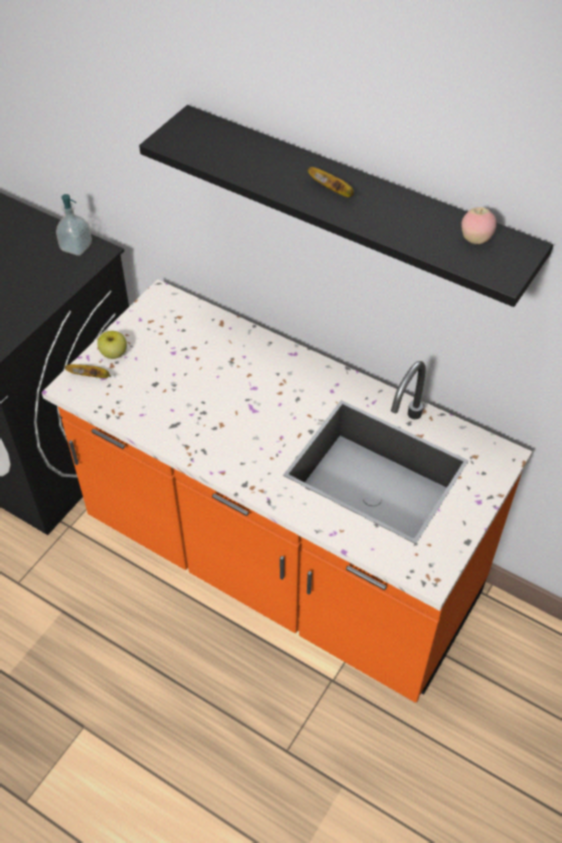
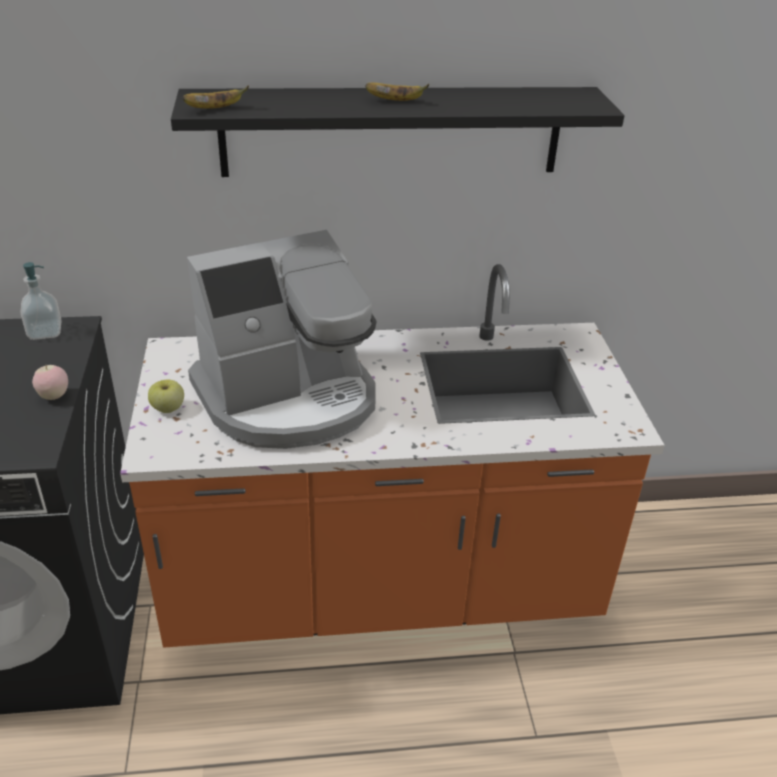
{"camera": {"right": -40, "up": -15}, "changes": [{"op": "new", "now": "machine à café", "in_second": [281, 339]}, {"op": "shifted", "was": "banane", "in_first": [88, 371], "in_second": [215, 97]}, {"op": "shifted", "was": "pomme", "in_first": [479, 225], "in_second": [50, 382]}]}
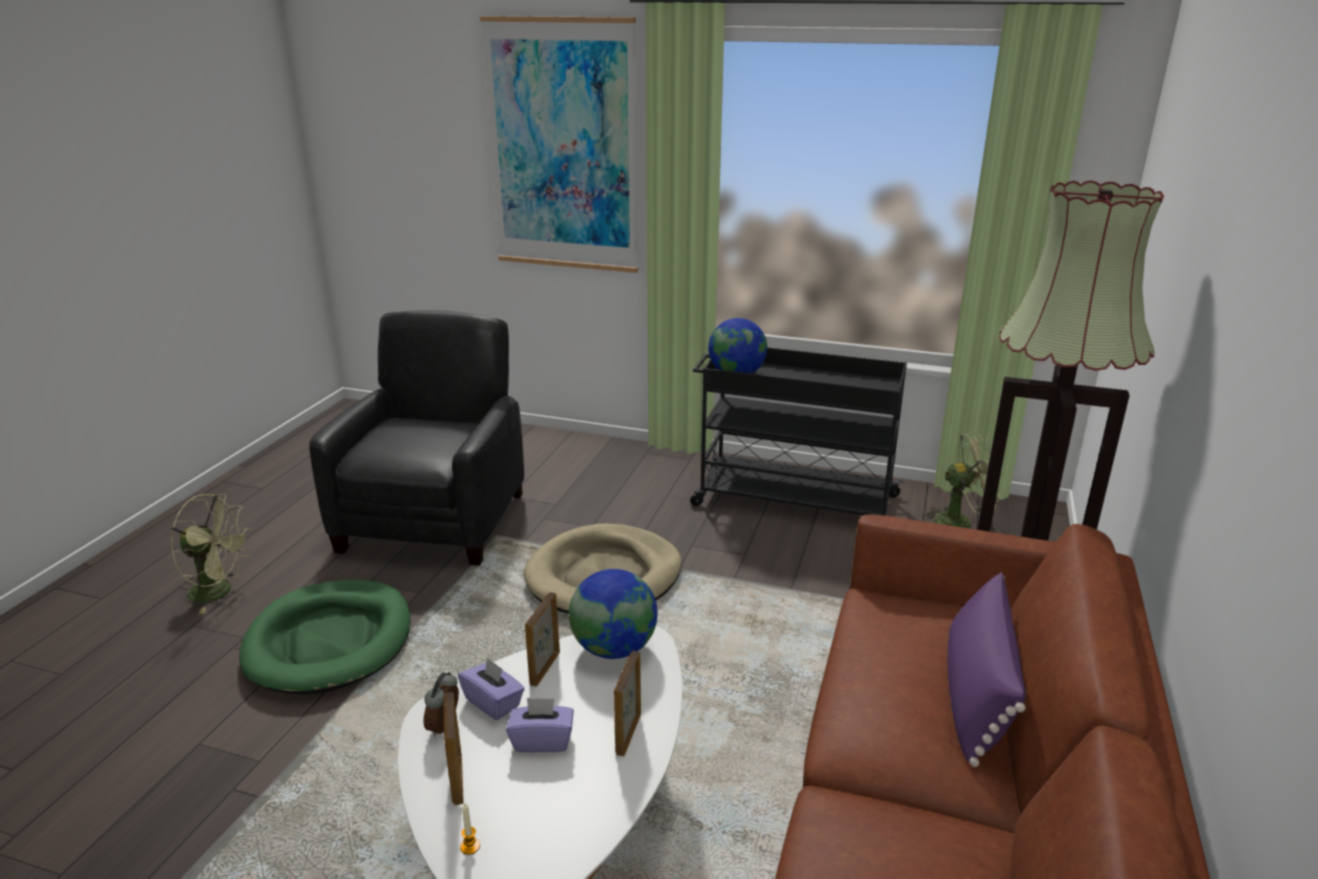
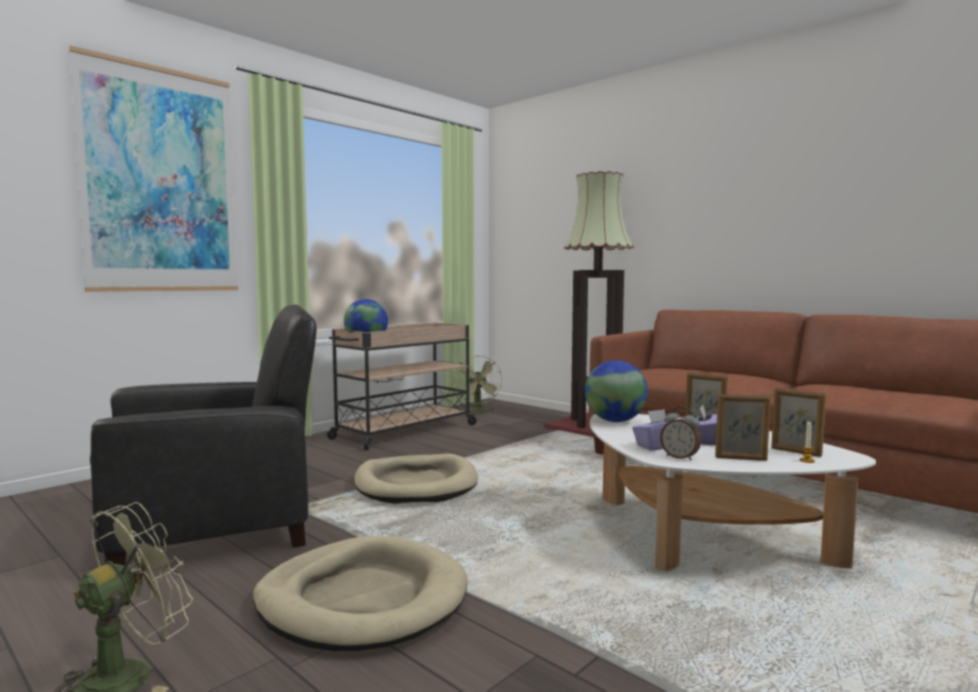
{"camera": {"right": -65, "up": -20}, "changes": [{"op": "gone", "was": "coussin (violet)", "in_first": [987, 669]}, {"op": "shifted", "was": "cadre photo", "in_first": [542, 639], "in_second": [798, 422]}, {"op": "repainted", "was": "panier pour chien (vert)", "now": "panier pour chien (beige)", "in_first": [325, 637], "in_second": [360, 593]}, {"op": "repainted", "was": "chariot (noir)", "now": "chariot (beige)", "in_first": [798, 431], "in_second": [402, 386]}, {"op": "rotated", "was": "fauteuil (noir)", "in_first": [416, 438], "in_second": [203, 435], "clockwise": 120}, {"op": "rotated", "was": "ventilateur (vert)", "in_first": [961, 480], "in_second": [478, 384], "clockwise": 150}]}
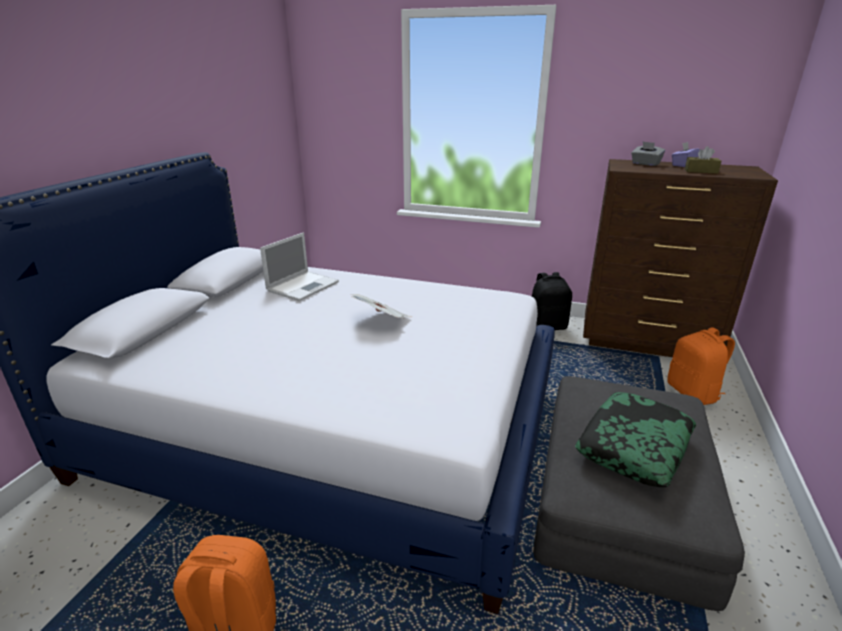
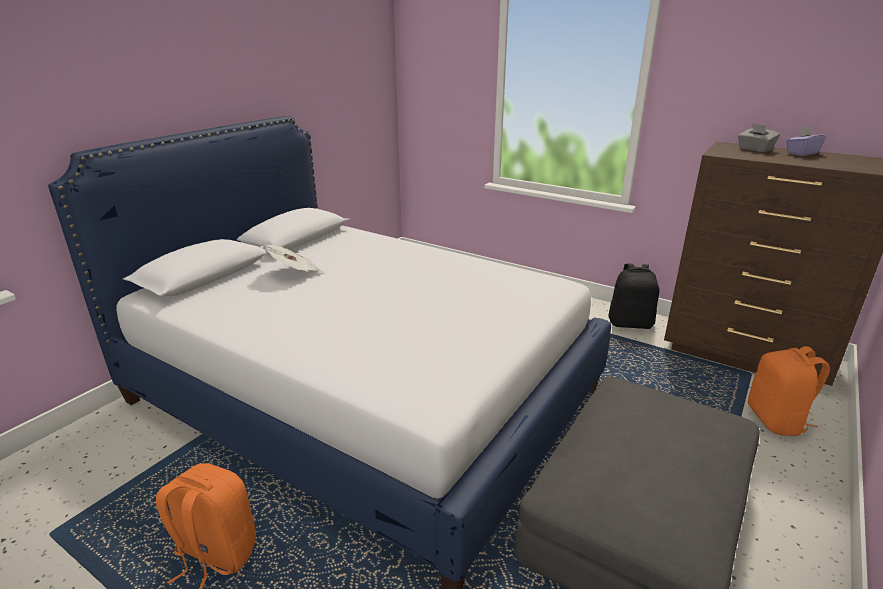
{"camera": {"right": 15, "up": 0}, "changes": [{"op": "gone", "was": "ordinateur portable", "in_first": [299, 266]}, {"op": "gone", "was": "coussin", "in_first": [635, 439]}, {"op": "gone", "was": "boîte à mouchoirs (marron)", "in_first": [703, 160]}, {"op": "shifted", "was": "journal", "in_first": [381, 306], "in_second": [292, 258]}]}
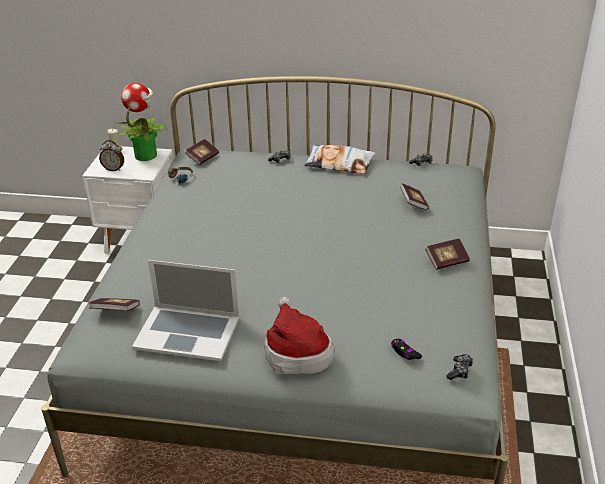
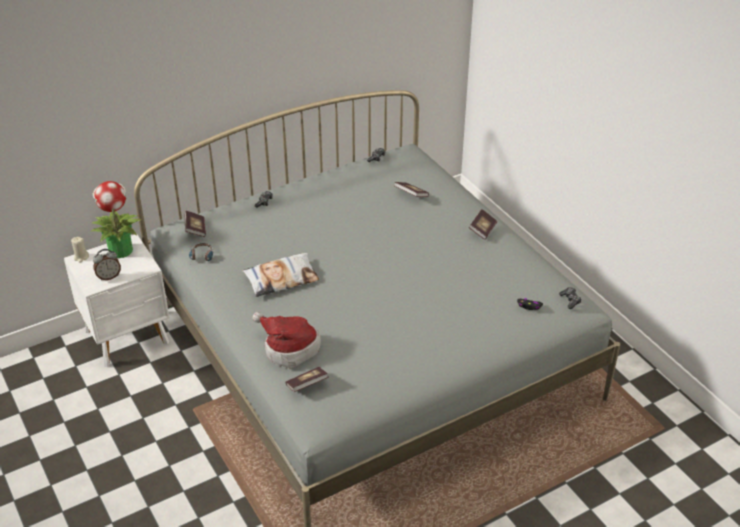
{"camera": {"right": -40, "up": 5}, "changes": [{"op": "gone", "was": "ordinateur portable", "in_first": [185, 310]}, {"op": "shifted", "was": "chapeau", "in_first": [299, 335], "in_second": [287, 340]}, {"op": "shifted", "was": "coussin", "in_first": [339, 159], "in_second": [281, 275]}]}
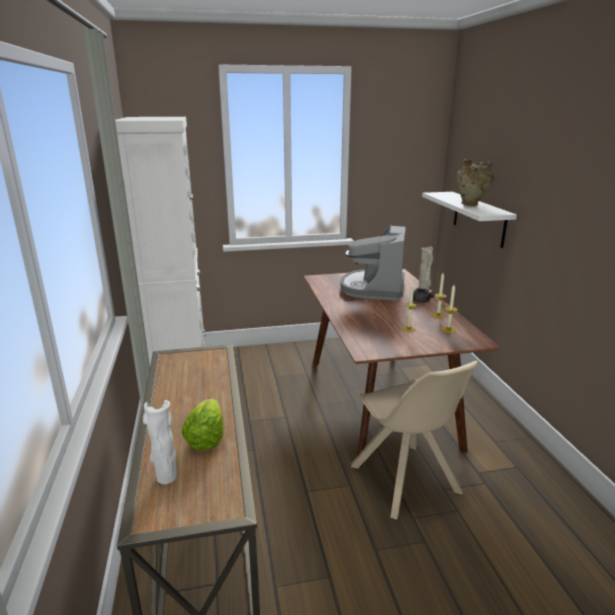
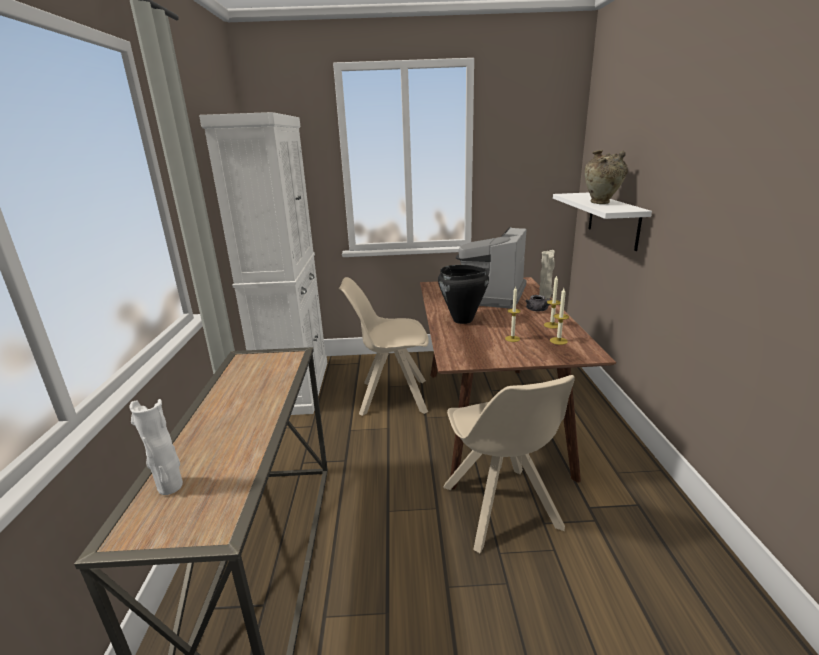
{"camera": {"right": 10, "up": 0}, "changes": [{"op": "gone", "was": "laitue", "in_first": [203, 424]}, {"op": "new", "now": "chaise (beige)", "in_second": [384, 346]}, {"op": "new", "now": "marmite (noir)", "in_second": [463, 294]}]}
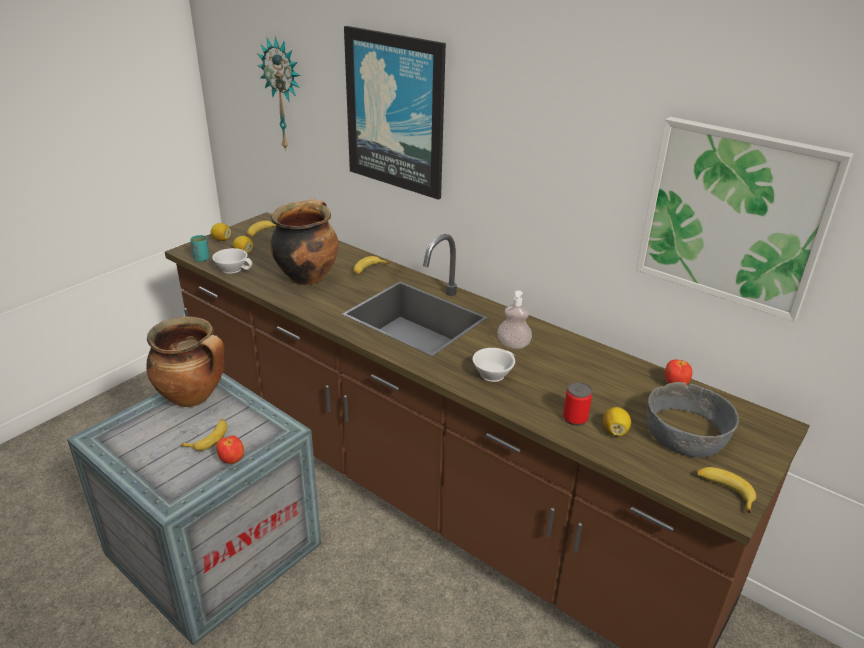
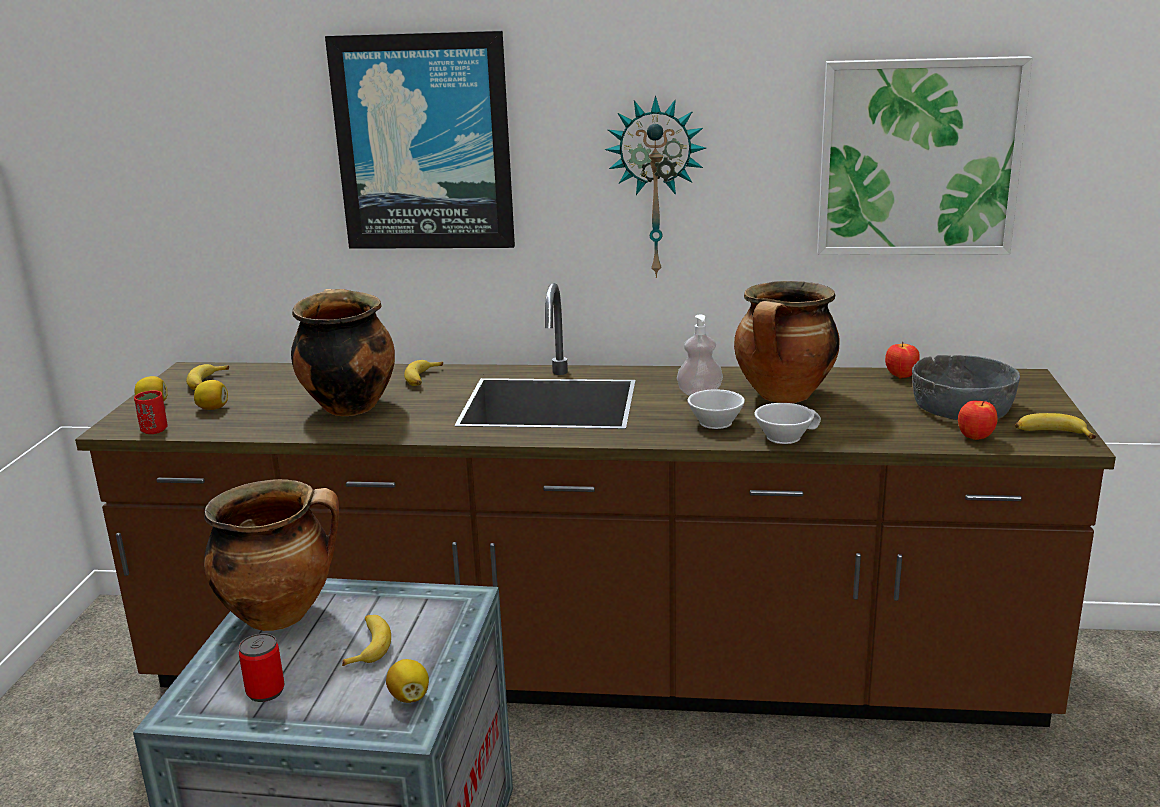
{"camera": {"right": -30, "up": -10}, "changes": [{"op": "new", "now": "marmite", "in_second": [786, 342]}, {"op": "shifted", "was": "tasse (blanc)", "in_first": [232, 261], "in_second": [787, 423]}, {"op": "shifted", "was": "pomme", "in_first": [230, 449], "in_second": [978, 420]}, {"op": "shifted", "was": "horloge murale", "in_first": [278, 93], "in_second": [655, 187]}, {"op": "shifted", "was": "boîte métallique", "in_first": [577, 404], "in_second": [261, 667]}, {"op": "shifted", "was": "citron", "in_first": [617, 421], "in_second": [407, 681]}, {"op": "repainted", "was": "tasse (turquoise)", "now": "tasse (rouge)", "in_first": [200, 248], "in_second": [151, 412]}]}
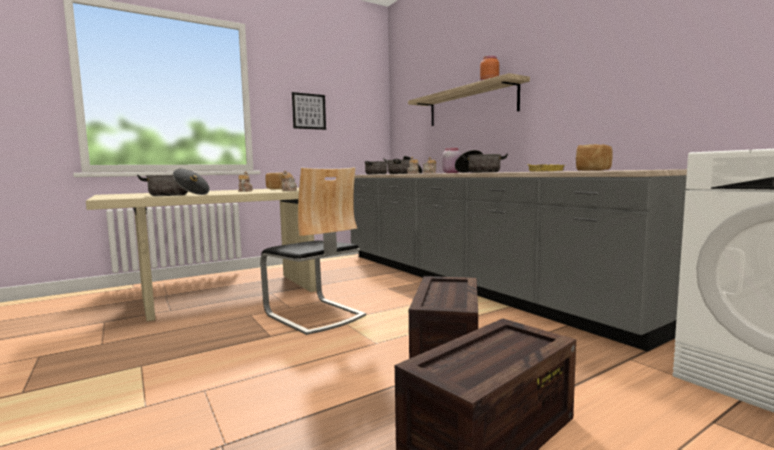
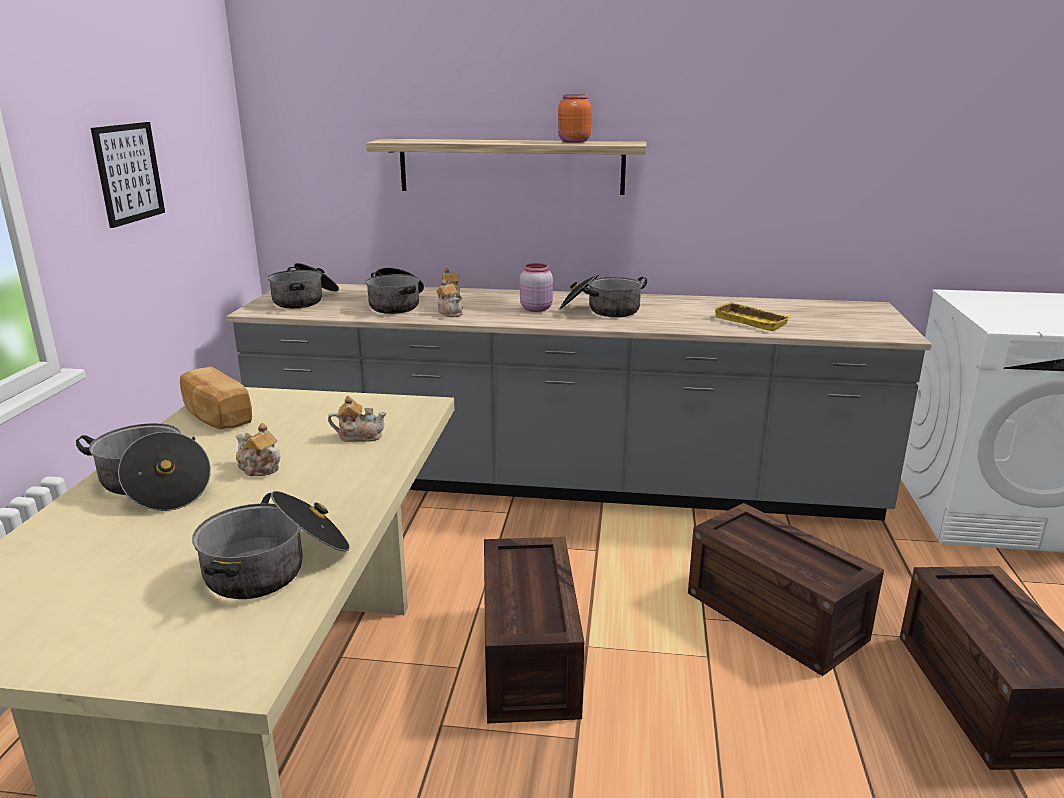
{"camera": {"right": -50, "up": 15}, "changes": [{"op": "gone", "was": "pain", "in_first": [594, 157]}, {"op": "new", "now": "marmite", "in_second": [143, 467]}, {"op": "swapped", "was": "chaise", "now": "caisse", "in_first": [313, 251], "in_second": [534, 630]}]}
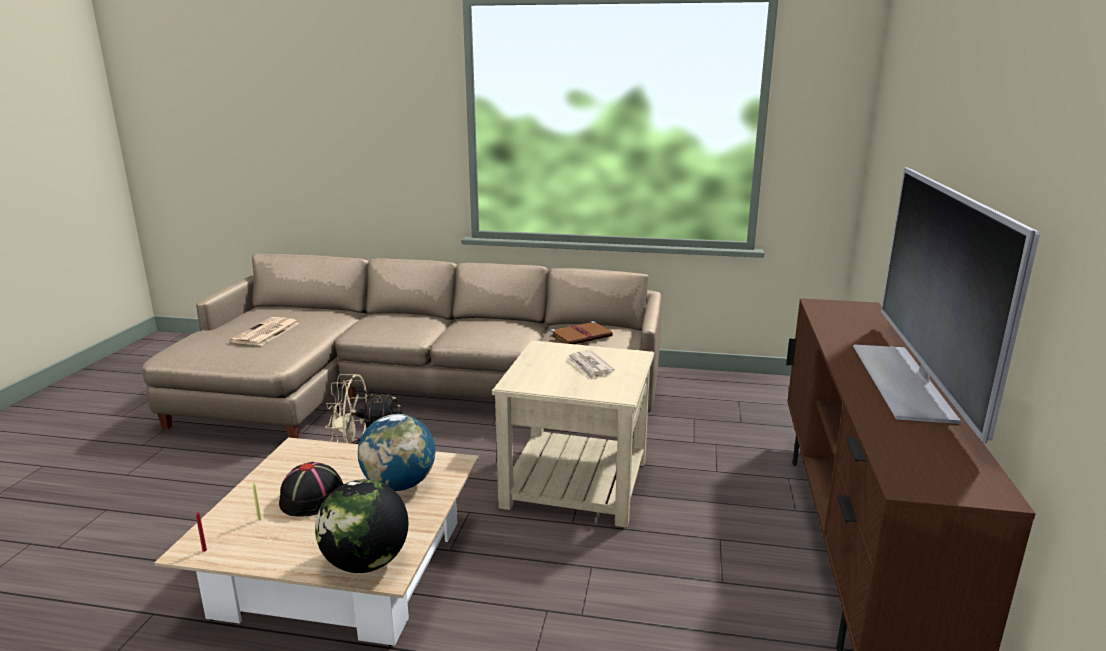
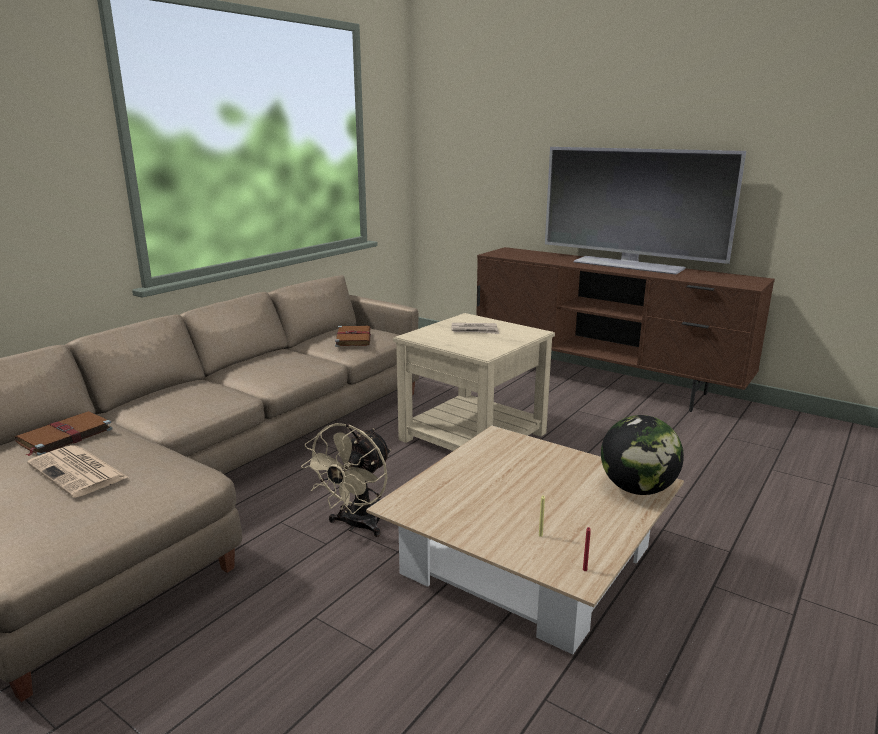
{"camera": {"right": -65, "up": 0}, "changes": [{"op": "gone", "was": "chapeau (noir)", "in_first": [311, 489]}, {"op": "gone", "was": "globe", "in_first": [396, 452]}, {"op": "new", "now": "livre (marron)", "in_second": [63, 433]}]}
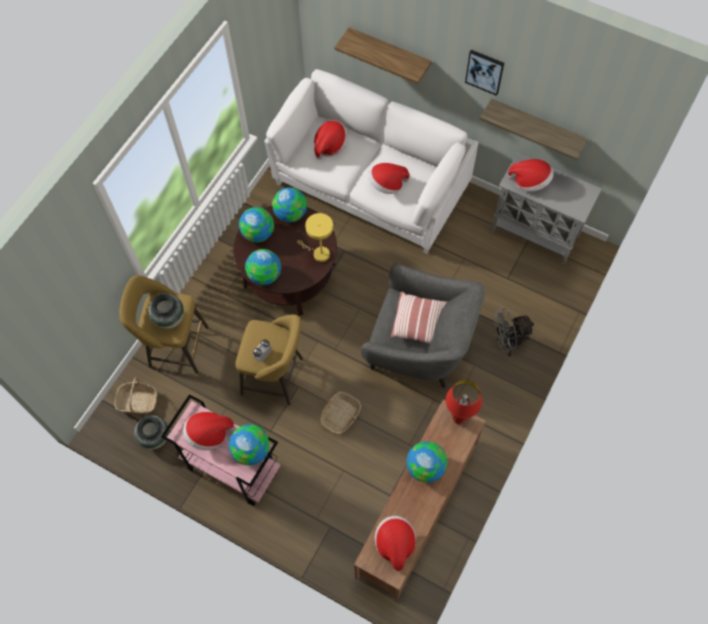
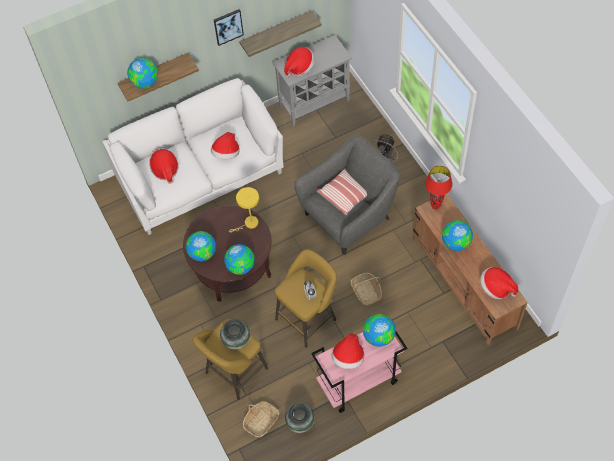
{"camera": {"right": -55, "up": -5}, "changes": [{"op": "shifted", "was": "globe", "in_first": [289, 205], "in_second": [142, 73]}]}
